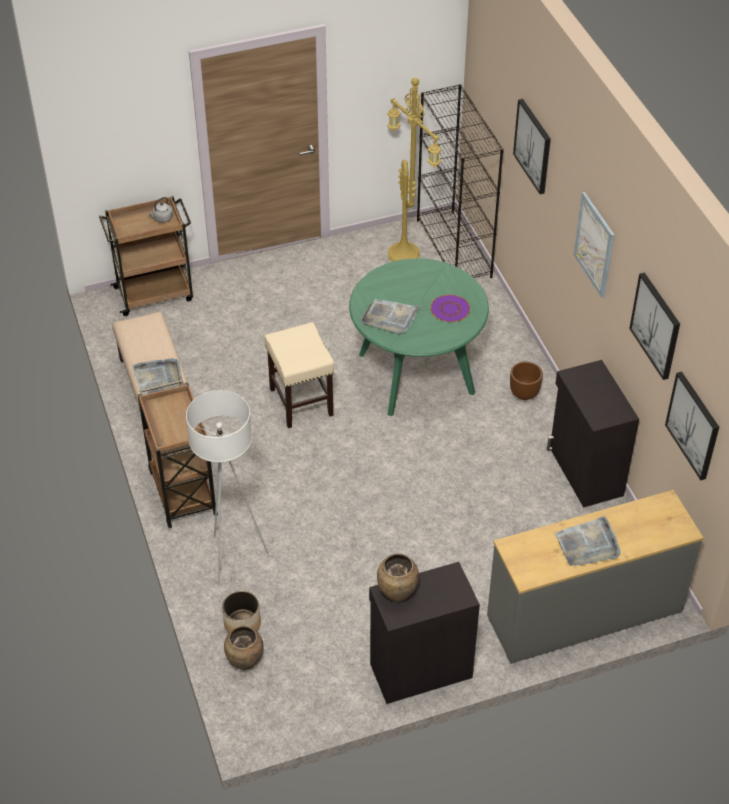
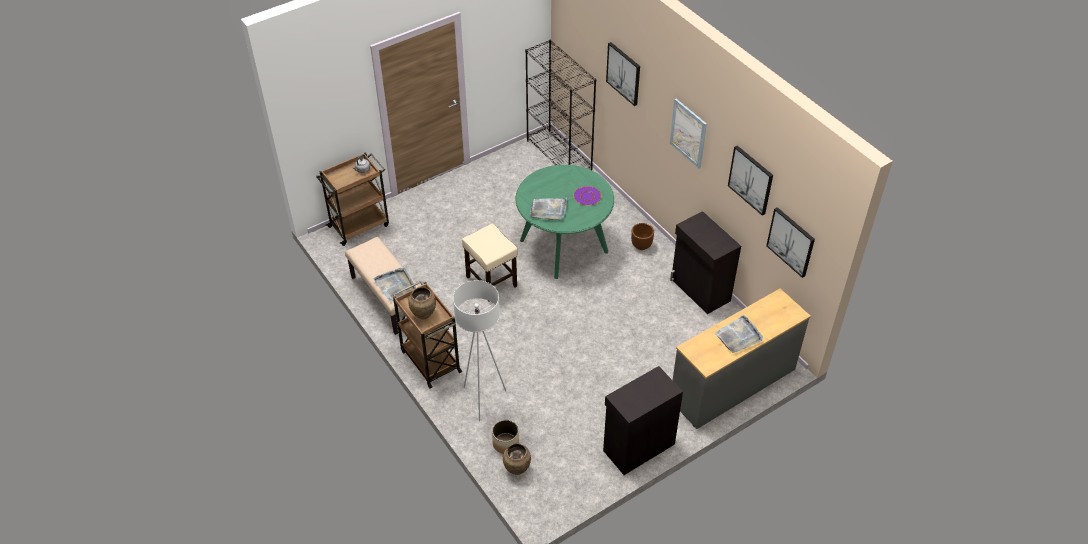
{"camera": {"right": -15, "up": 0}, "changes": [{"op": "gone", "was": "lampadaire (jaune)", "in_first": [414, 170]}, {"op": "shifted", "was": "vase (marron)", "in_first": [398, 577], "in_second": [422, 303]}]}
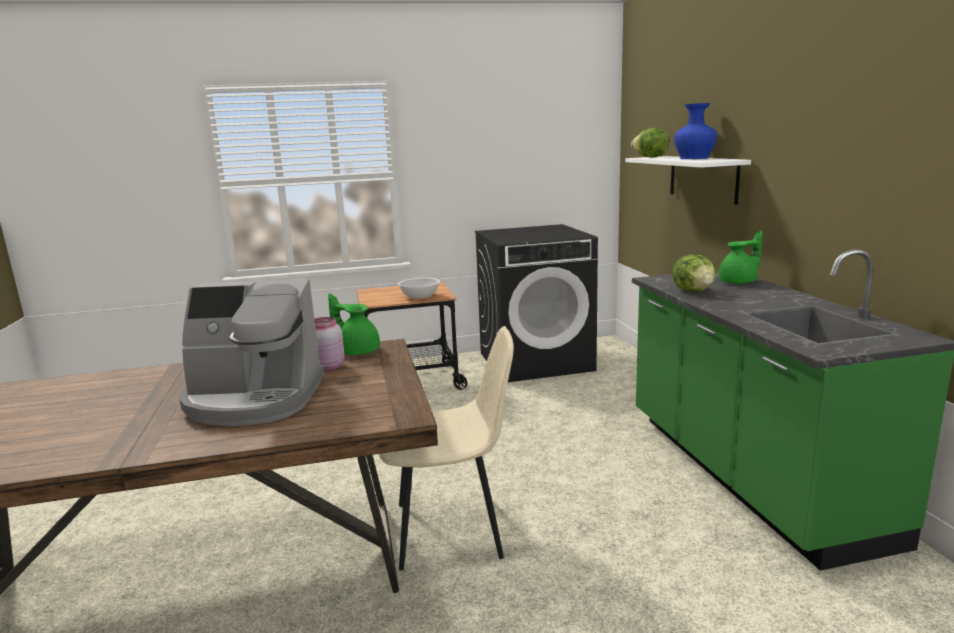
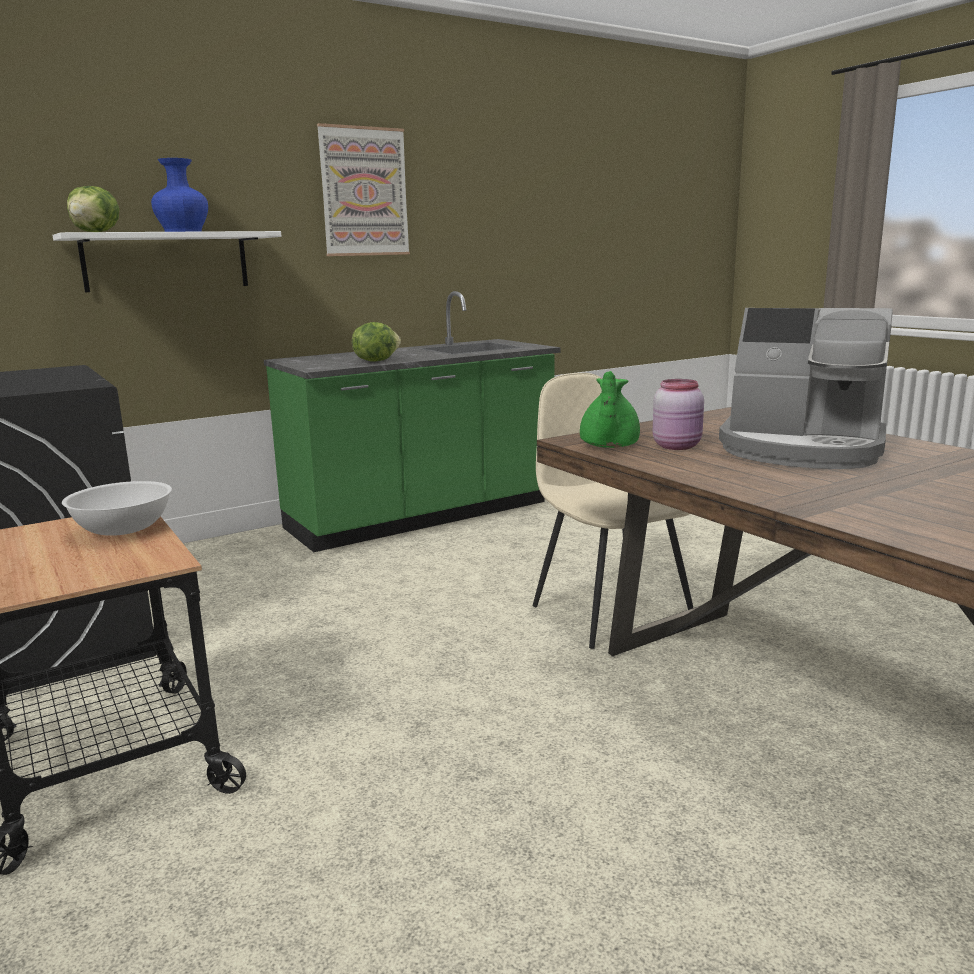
{"camera": {"right": -110, "up": 0}, "changes": [{"op": "gone", "was": "théière (vert)", "in_first": [741, 257]}, {"op": "new", "now": "tableau", "in_second": [363, 189]}, {"op": "rotated", "was": "machine à café", "in_first": [252, 352], "in_second": [806, 388], "clockwise": 135}]}
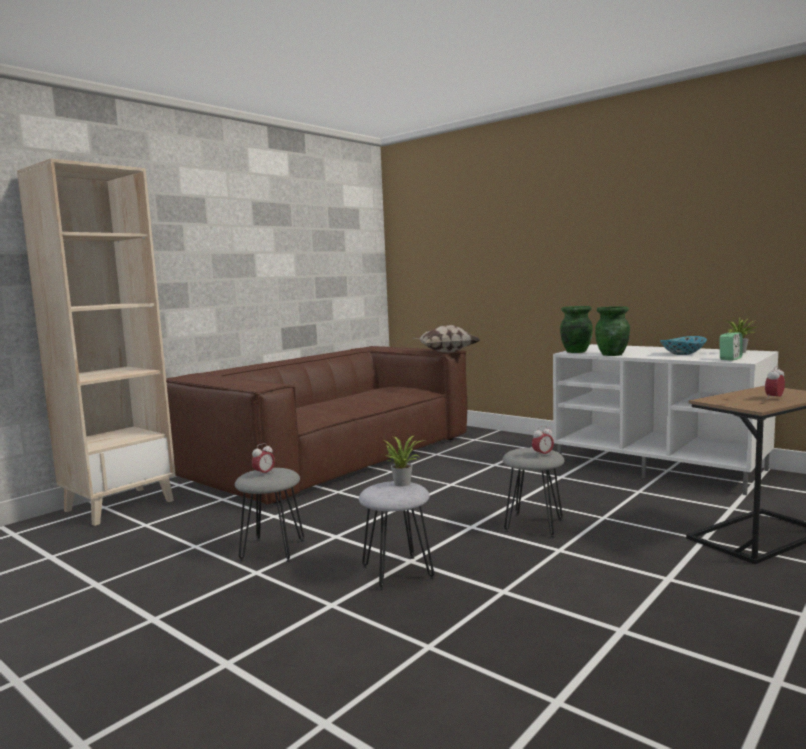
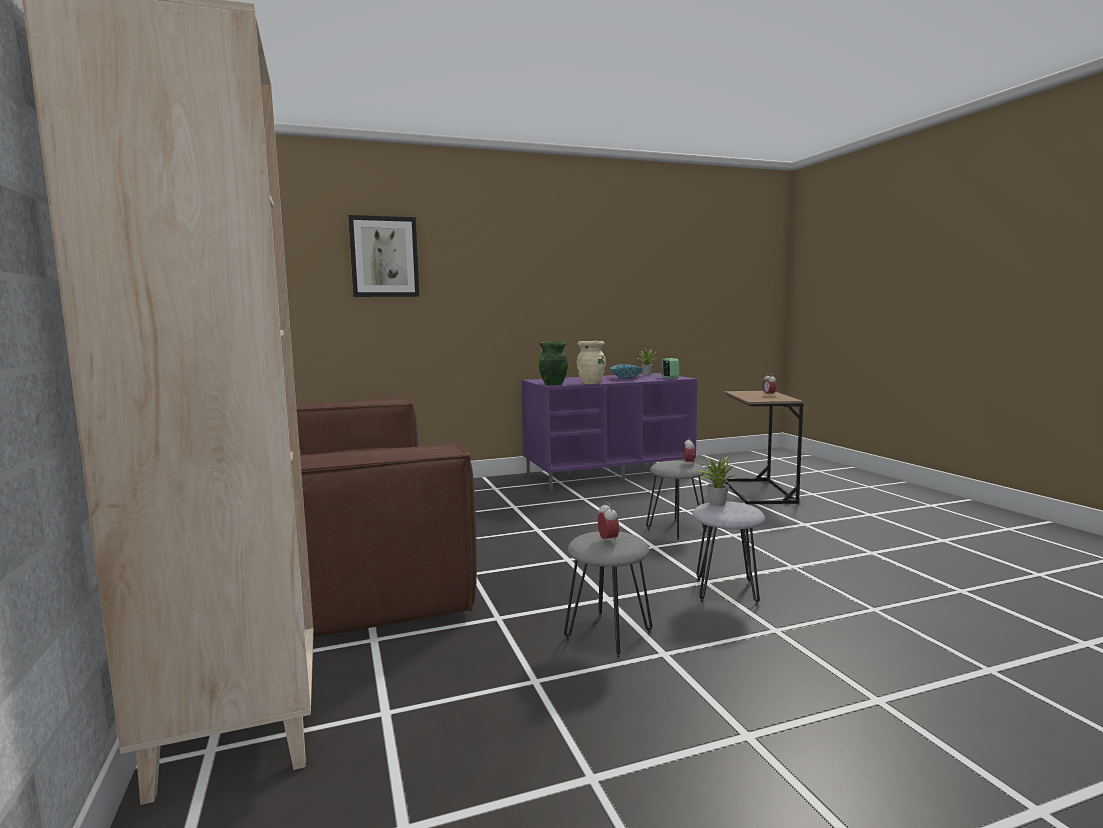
{"camera": {"right": -60, "up": 0}, "changes": [{"op": "gone", "was": "coussin", "in_first": [446, 339]}, {"op": "new", "now": "tableau", "in_second": [383, 256]}, {"op": "repainted", "was": "meuble télé (blanc)", "now": "meuble télé (violet)", "in_first": [665, 419], "in_second": [609, 432]}, {"op": "repainted", "was": "vase (vert)", "now": "vase (beige)", "in_first": [612, 331], "in_second": [591, 362]}]}
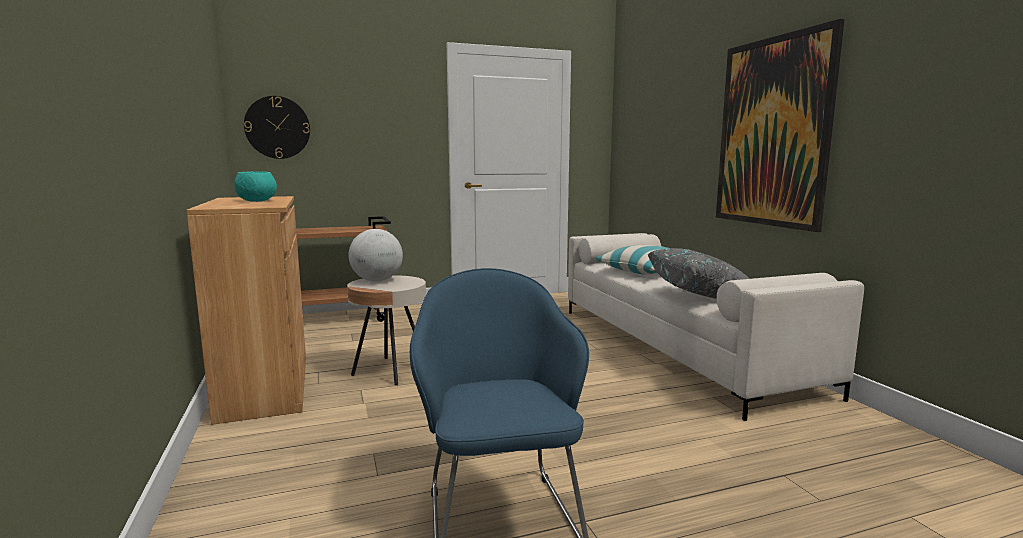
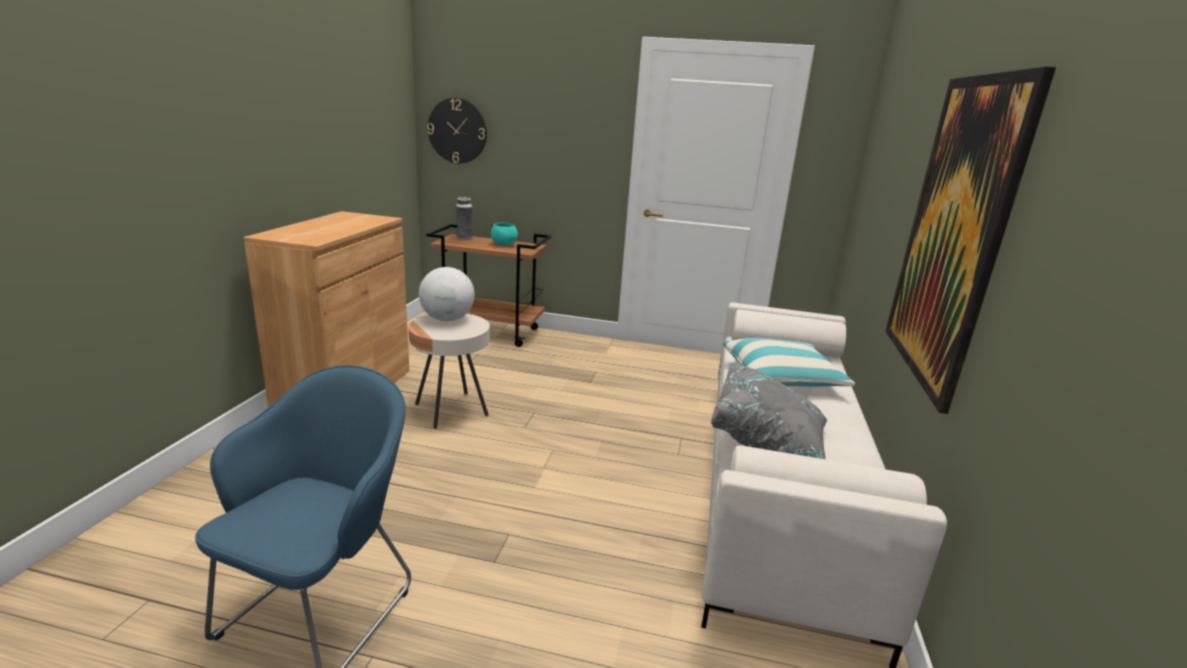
{"camera": {"right": 30, "up": 10}, "changes": [{"op": "new", "now": "vase", "in_second": [464, 218]}, {"op": "shifted", "was": "bol (turquoise)", "in_first": [255, 186], "in_second": [504, 234]}]}
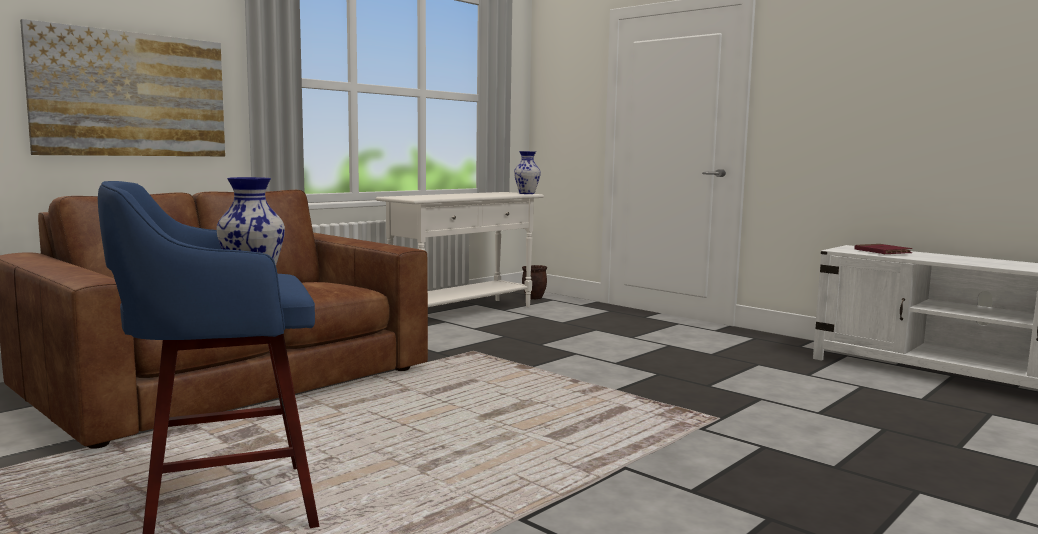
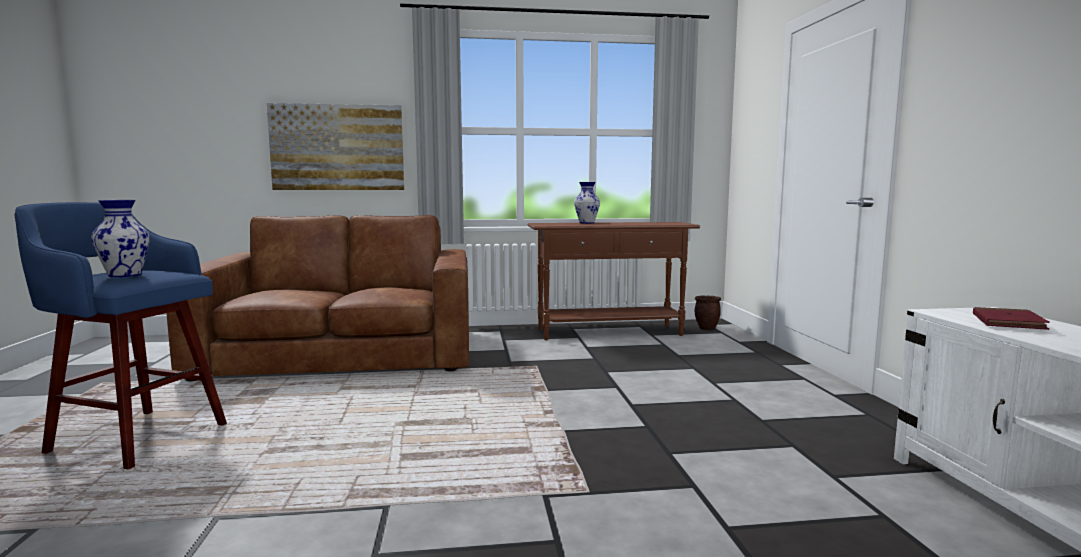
{"camera": {"right": 40, "up": 0}, "changes": [{"op": "shifted", "was": "vase", "in_first": [527, 172], "in_second": [587, 202]}, {"op": "repainted", "was": "table console (blanc)", "now": "table console (marron)", "in_first": [460, 249], "in_second": [614, 281]}]}
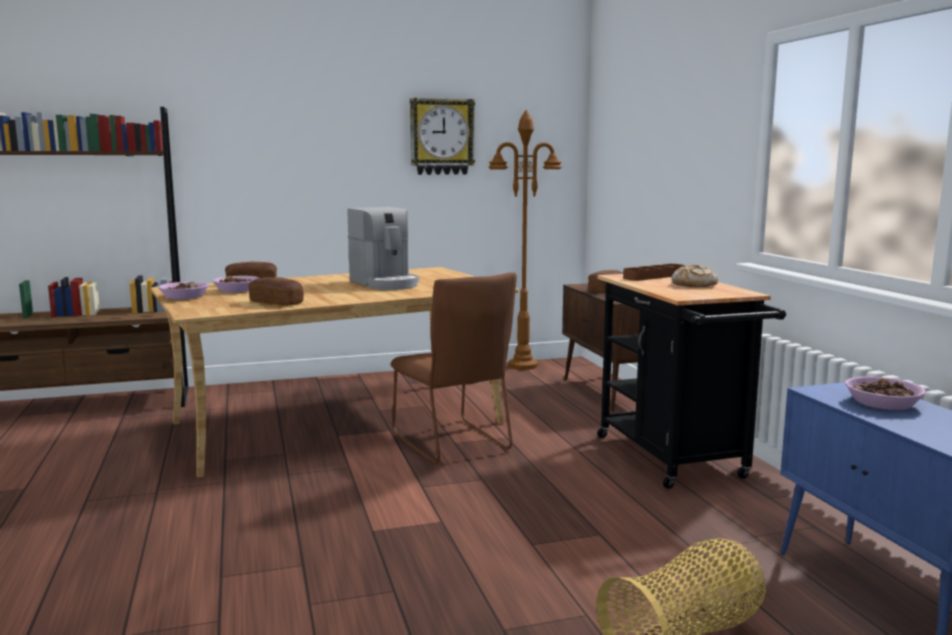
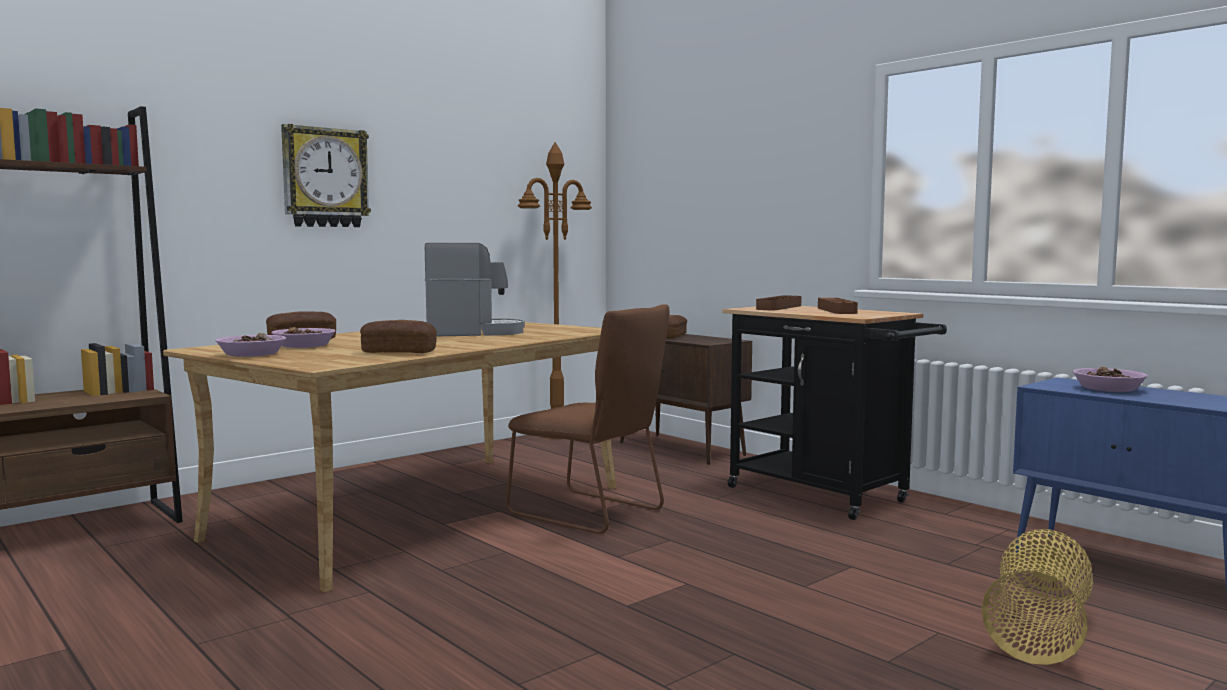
{"camera": {"right": -25, "up": -5}, "changes": [{"op": "shifted", "was": "horloge murale", "in_first": [442, 136], "in_second": [326, 175]}, {"op": "swapped", "was": "pain", "now": "plateau (marron)", "in_first": [695, 275], "in_second": [838, 306]}, {"op": "rotated", "was": "machine à café", "in_first": [383, 248], "in_second": [475, 289], "clockwise": -45}]}
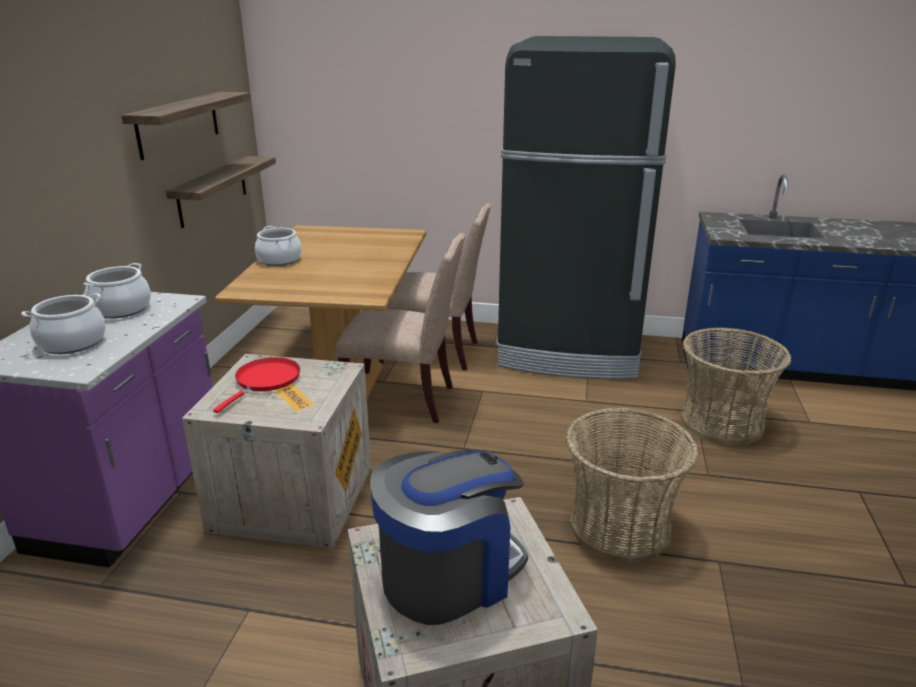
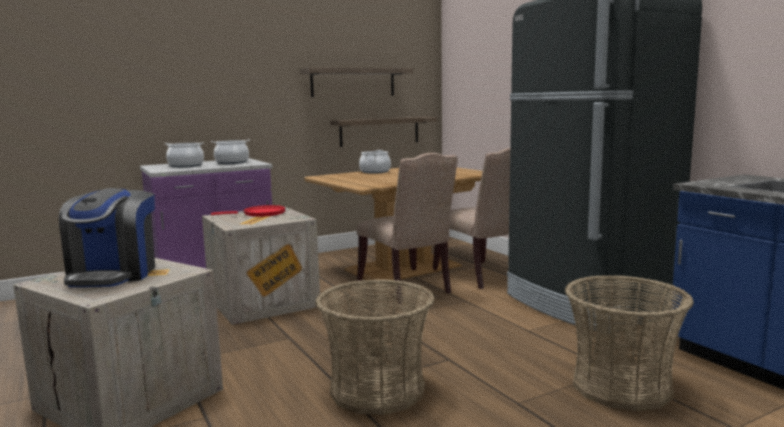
{"camera": {"right": 50, "up": -15}, "changes": [{"op": "rotated", "was": "machine à café", "in_first": [449, 537], "in_second": [107, 237], "clockwise": 75}]}
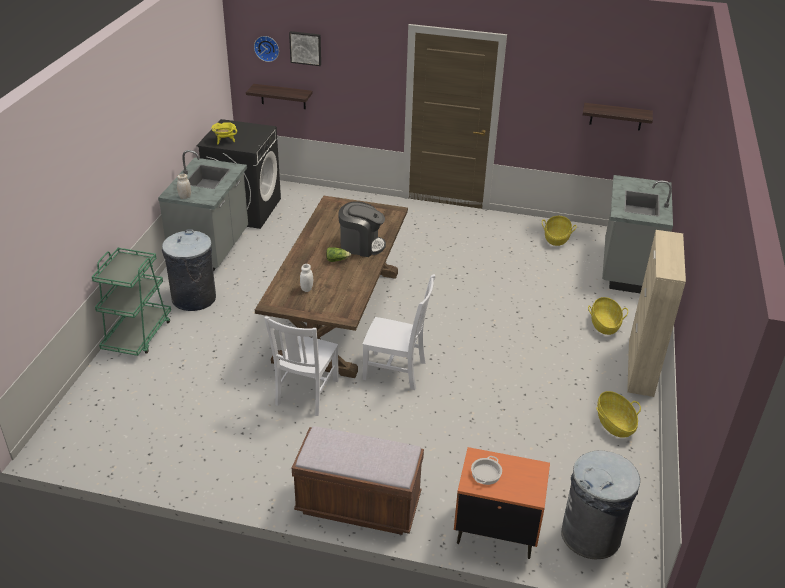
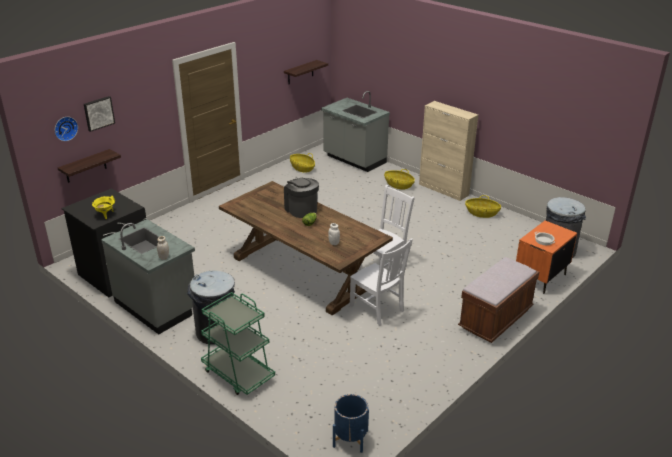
{"camera": {"right": -60, "up": -5}, "changes": [{"op": "new", "now": "cache-pot (bleu)", "in_second": [351, 423]}, {"op": "rotated", "was": "machine à café", "in_first": [362, 229], "in_second": [301, 198], "clockwise": -75}]}
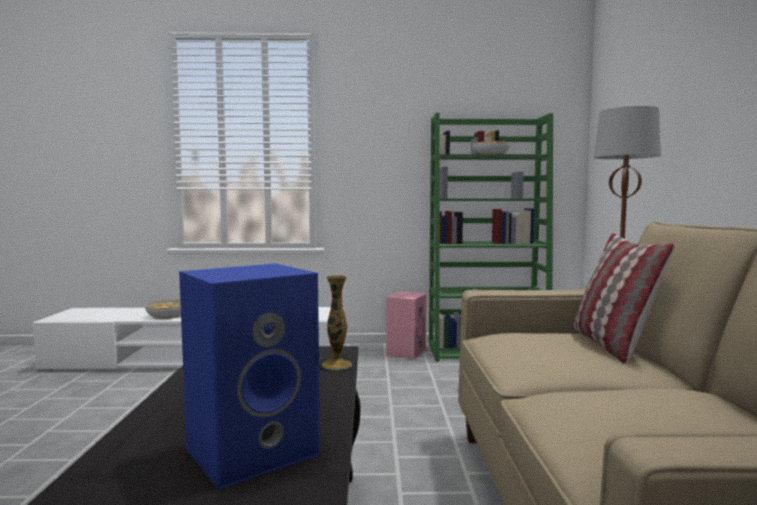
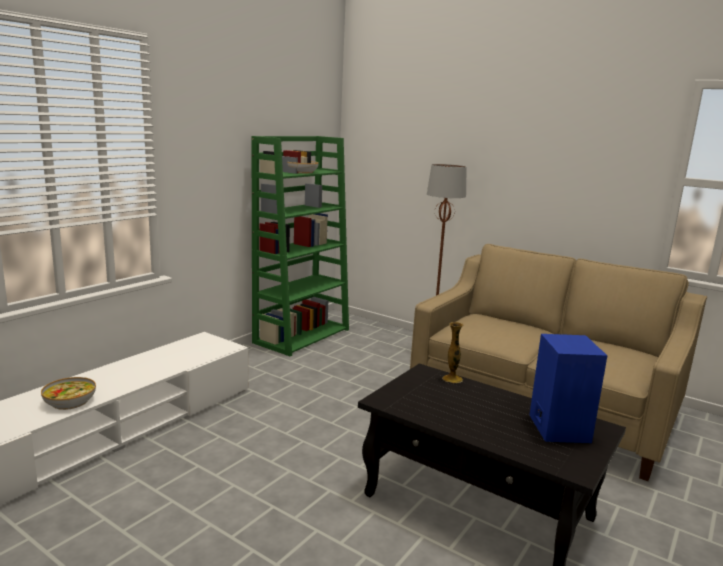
{"camera": {"right": -55, "up": 10}, "changes": [{"op": "gone", "was": "enceinte (rose)", "in_first": [406, 325]}, {"op": "gone", "was": "coussin", "in_first": [623, 298]}]}
